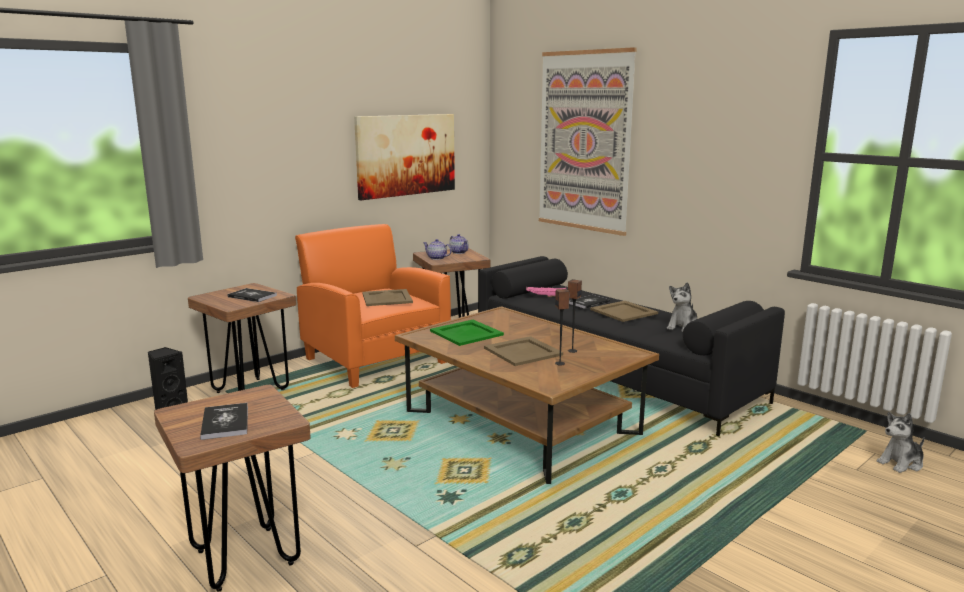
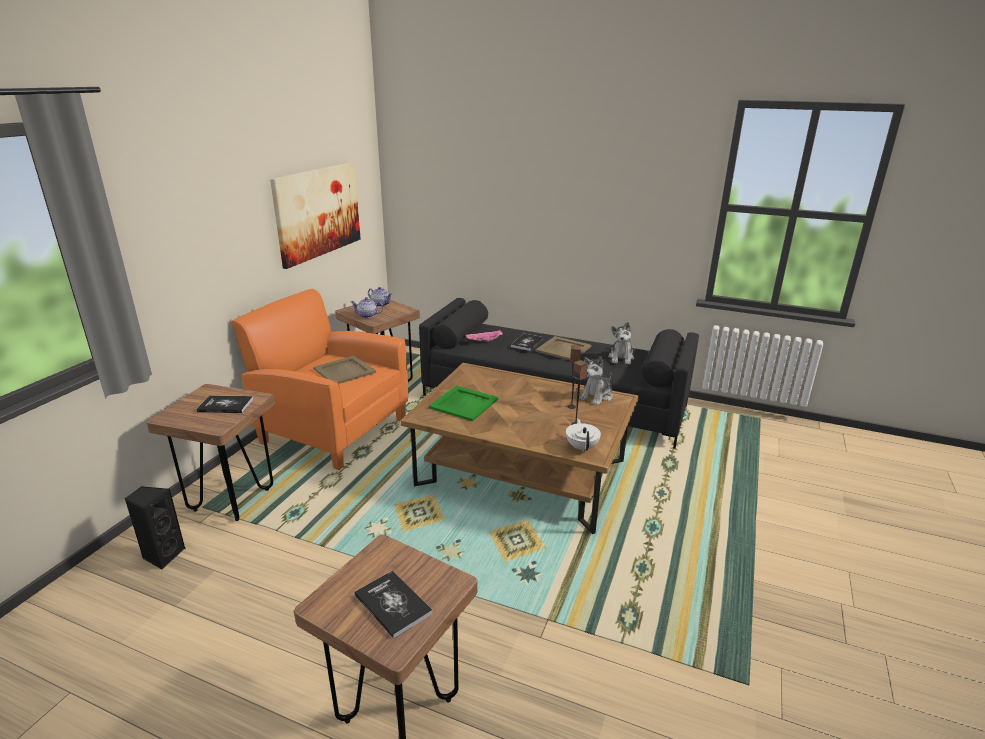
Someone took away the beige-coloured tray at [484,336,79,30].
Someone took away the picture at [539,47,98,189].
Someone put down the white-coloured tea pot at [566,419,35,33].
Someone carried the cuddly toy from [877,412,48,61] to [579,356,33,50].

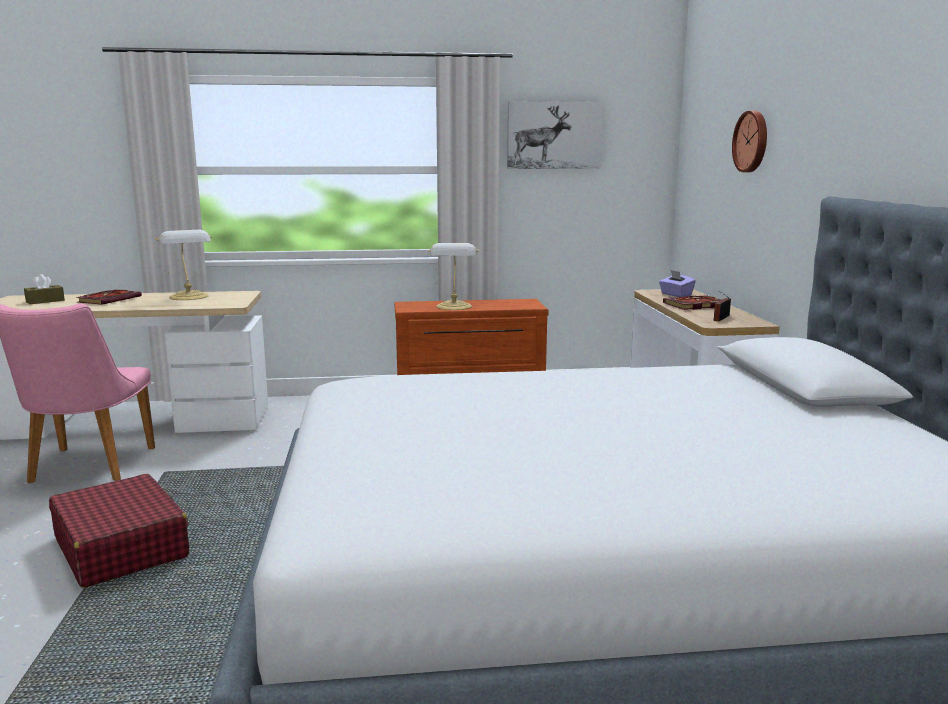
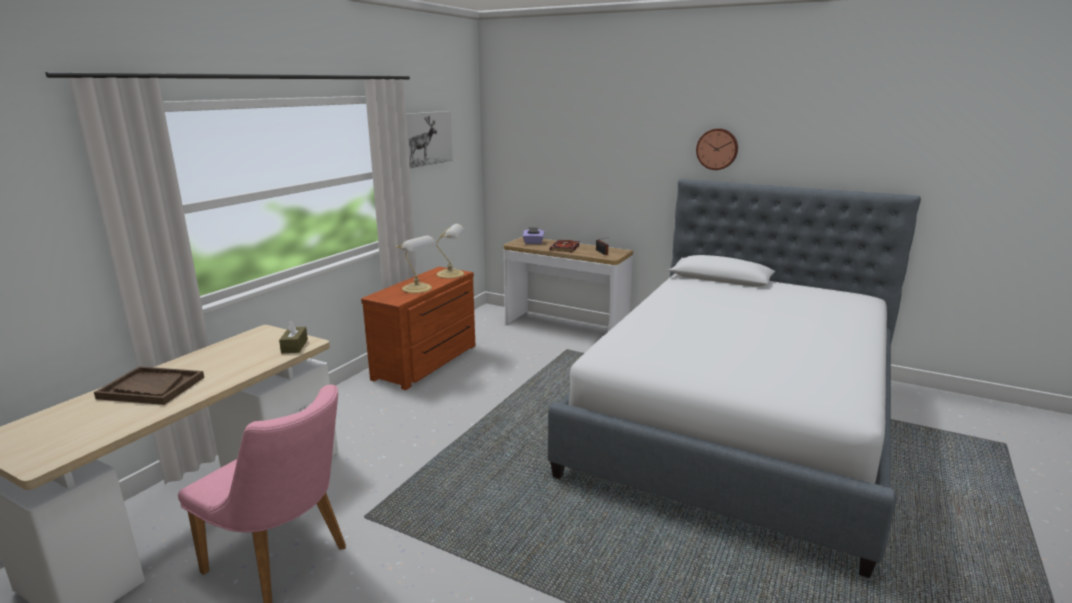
Someone took away the reddish travel case at [49,474,140,114].
Someone carried the brown-coloured tissue holder from [24,274,41,30] to [279,320,29,33].
Someone carried the lamp for a table from [155,230,57,70] to [436,224,30,54].
Someone carried the clock on the wall from [732,111,35,61] to [696,128,42,42].
Someone swapped the volume at [76,290,66,15] for the brown-coloured tray at [94,366,110,39].

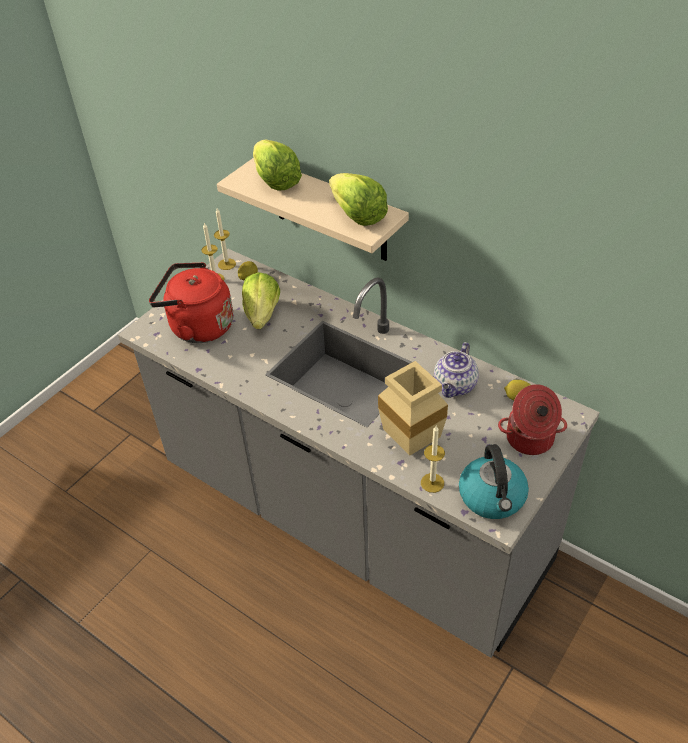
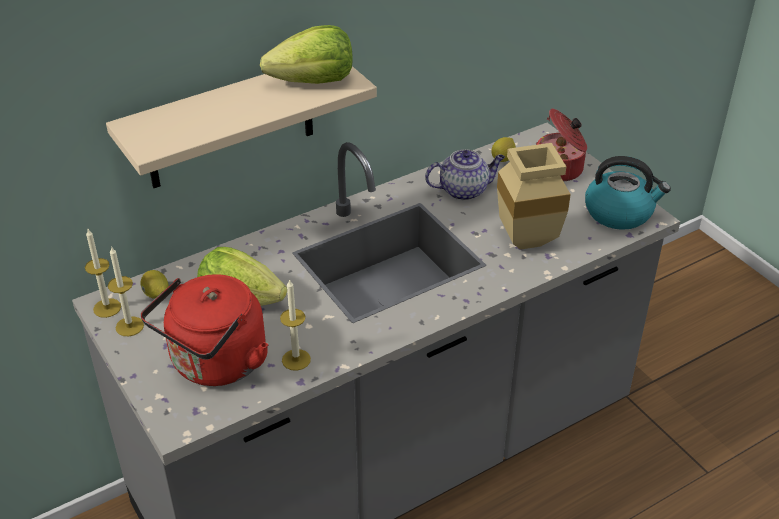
Someone took away the lettuce at [253,139,49,52].
Someone carried the candle from [421,426,24,67] to [280,279,31,92].
Someone rotated the tea pot at [434,342,45,56] by 60 degrees counterclockwise.

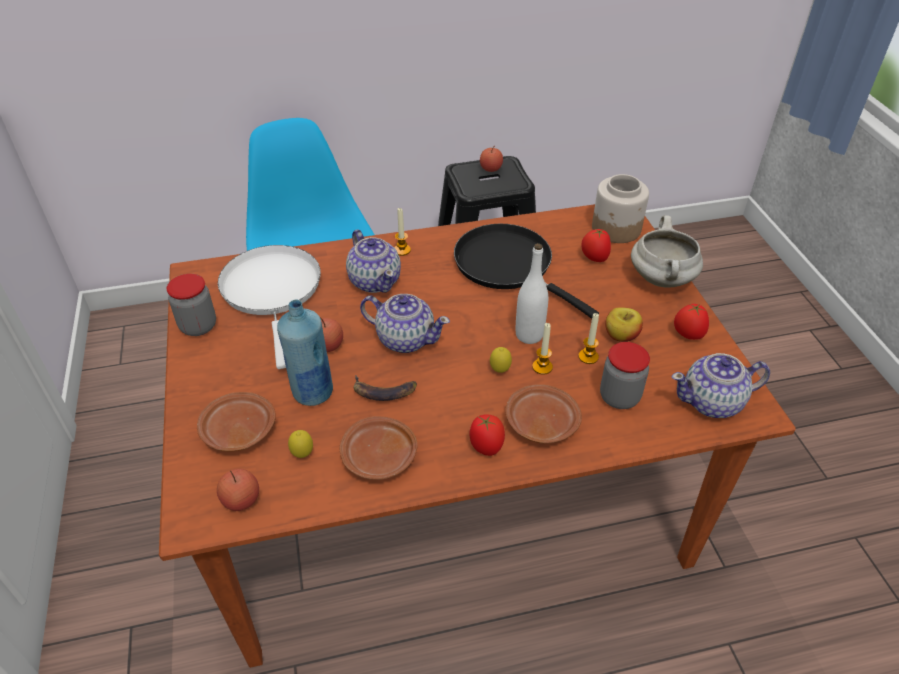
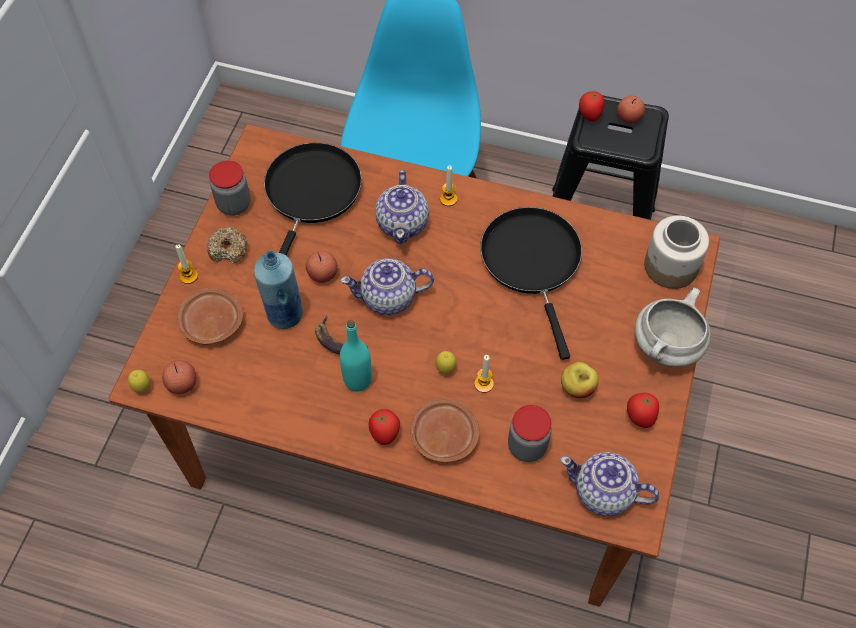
Someone took away the brown-coloured flat dish at [340,416,78,64].
Someone took away the white-coloured drink bottle at [516,243,32,101].
Someone put down the doughnut at [207,227,41,37].
Someone put down the turquoise drink bottle at [340,320,32,72].
Someone carried the whole lemon from [288,430,25,28] to [128,370,22,23].
Someone carried the candle from [578,313,21,51] to [175,244,23,40].
Someone carried the fresh tomato from [581,229,30,33] to [579,91,25,31].
Someone repainted the white-coloured skillet at [218,245,103,124], which became the black-coloured skillet at [264,143,98,113].
Someone rotated the tea pot at [360,294,90,59] by 120 degrees clockwise.

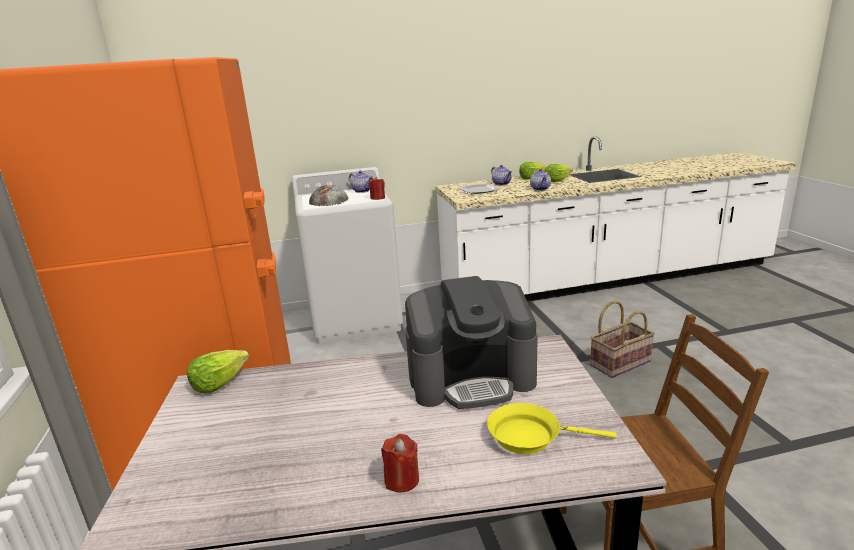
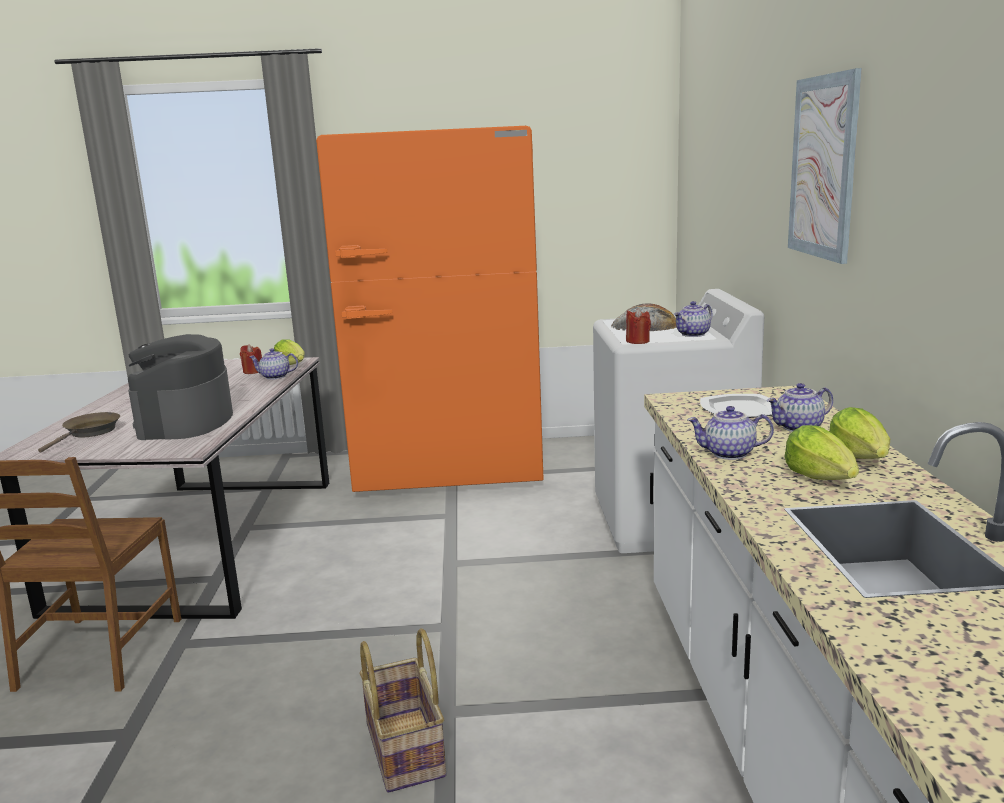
Someone put down the tea pot at [250,348,48,32].
Someone put up the picture at [788,68,74,196].
Someone carried the reddish candle from [381,434,38,59] to [240,344,22,30].
Someone repainted the yellow skillet at [487,403,130,51], which became the brown-coloured skillet at [38,412,82,41].

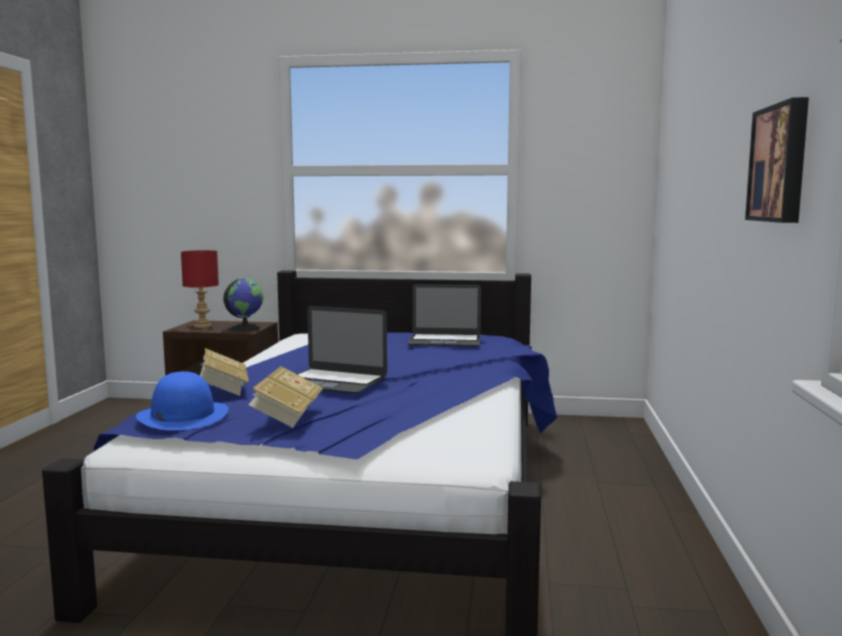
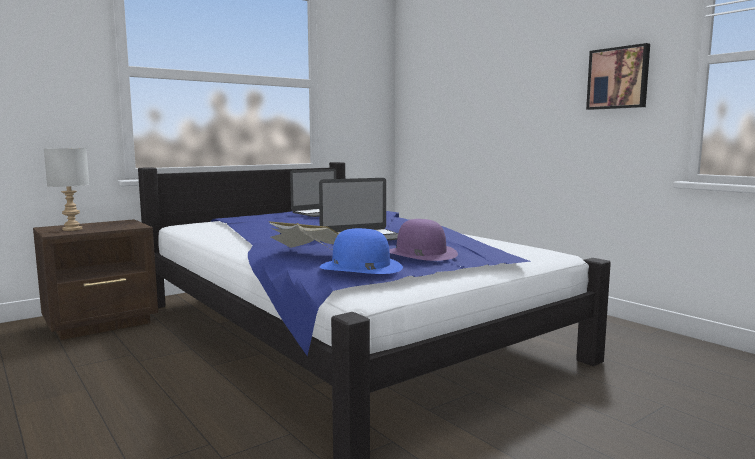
Someone took away the globe at [223,279,40,52].
Someone swapped the volume at [248,366,76,62] for the purplish wearable hat at [389,219,69,42].
Someone repainted the reddish lamp for a table at [181,250,38,78], which became the gray lamp for a table at [44,148,45,83].

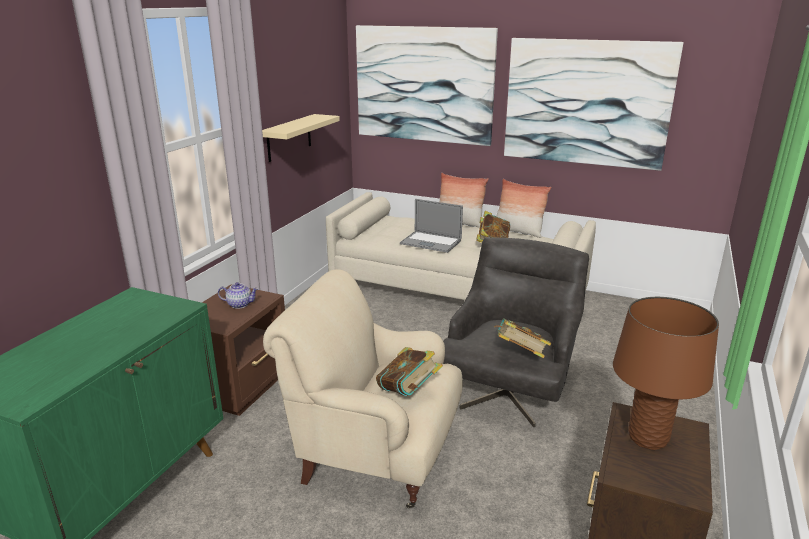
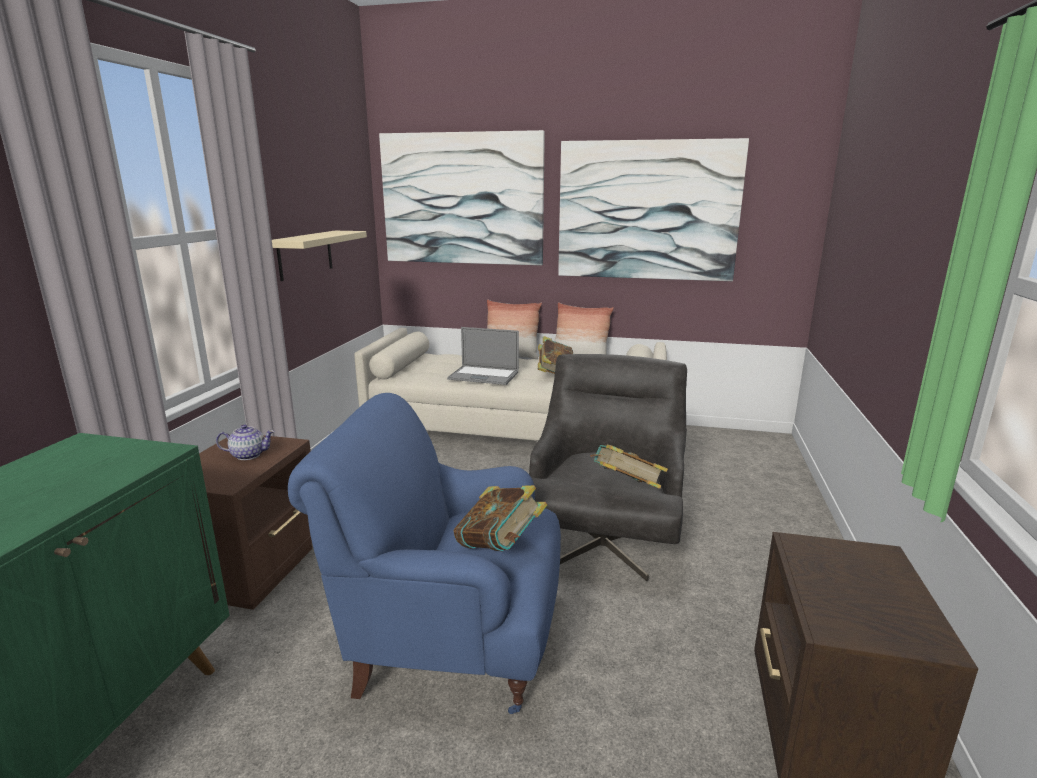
Someone took away the brown-coloured lamp for a table at [613,297,106,153].
Someone repainted the beige-coloured armchair at [263,269,200,239], which became the blue armchair at [288,393,273,321].

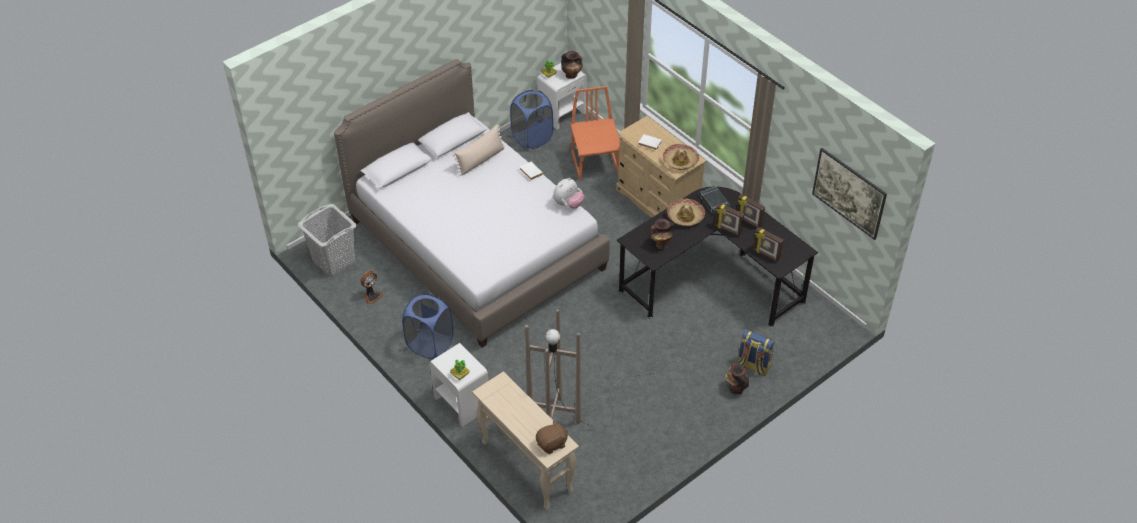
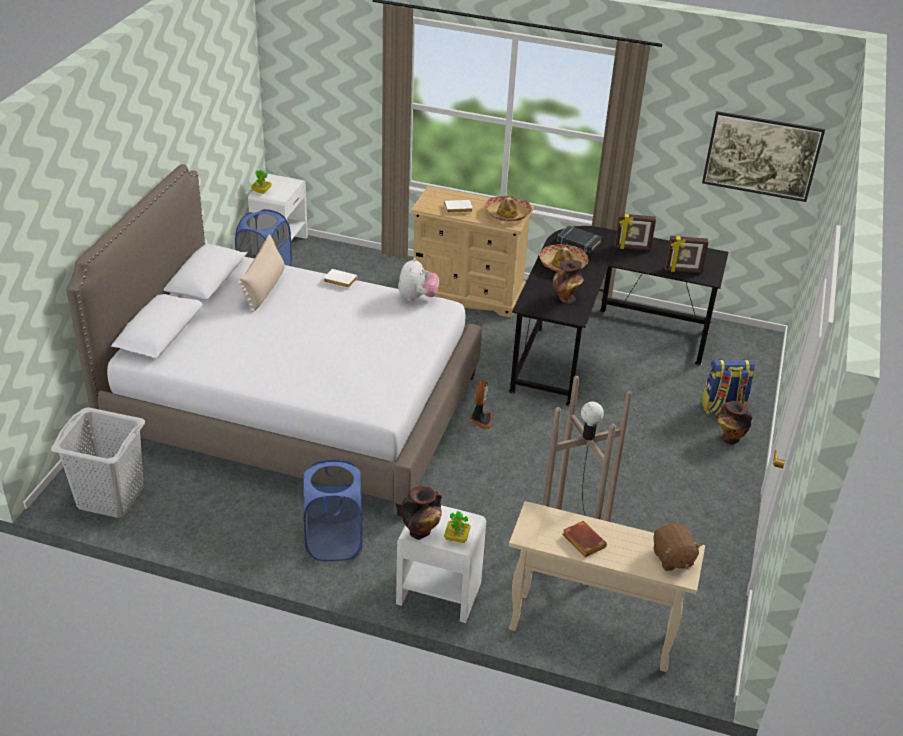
Someone took away the orangey plain chair at [570,86,50,95].
Someone took away the photo frame at [714,203,30,33].
Someone put down the brown-coloured volume at [562,521,45,36].
Someone carried the cooling fan from [360,271,24,34] to [470,381,24,49].
Someone carried the vase from [561,51,22,28] to [401,486,41,54].
Someone rotated the brown-coloured cuddly toy at [536,420,32,34] by 135 degrees clockwise.

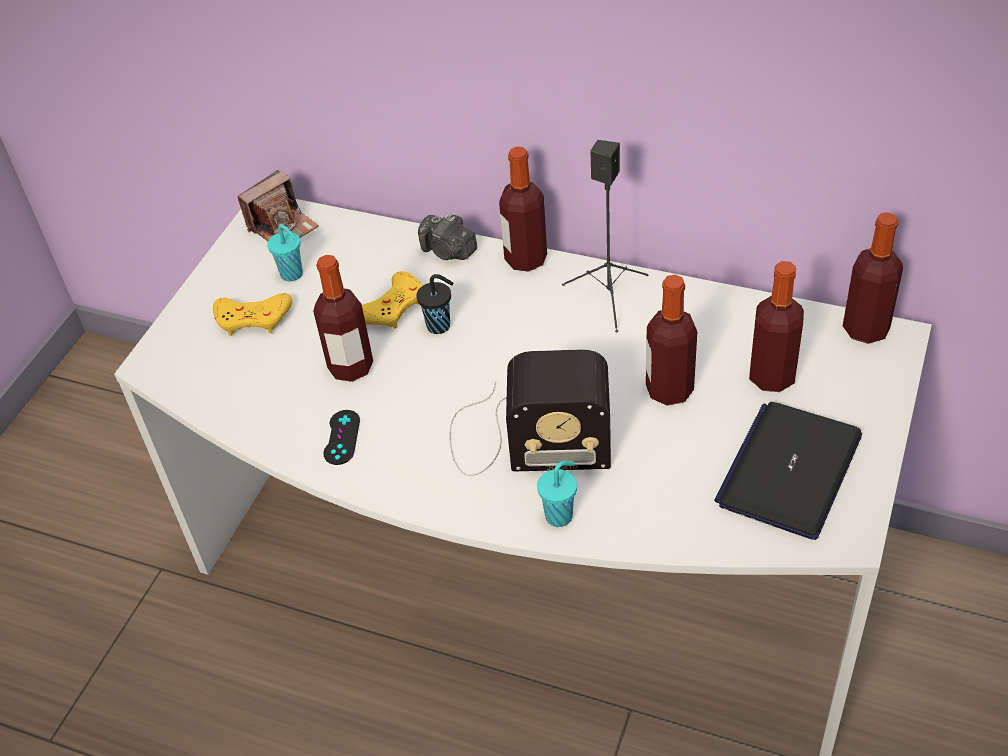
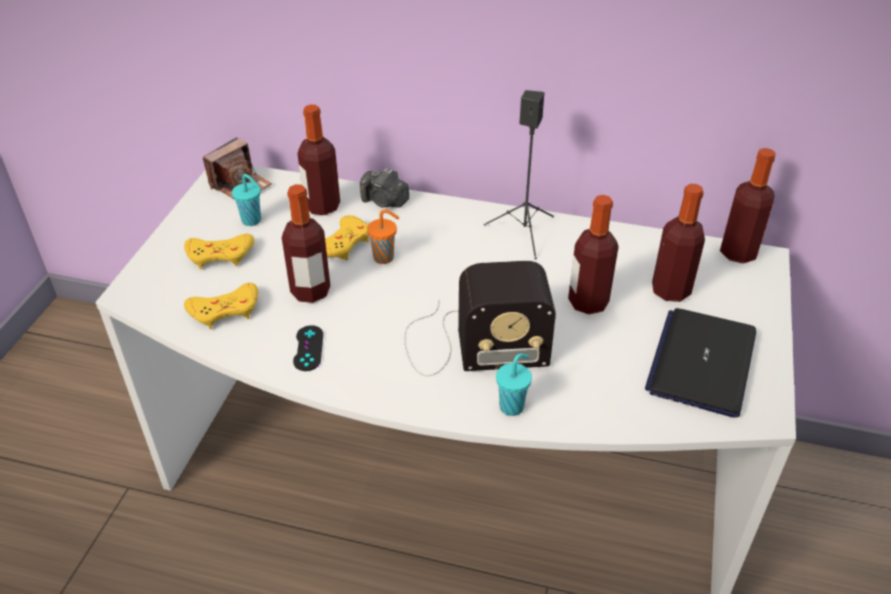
Someone put down the yellow game controller at [184,283,74,46].
Someone carried the drink bottle from [499,147,48,125] to [298,104,42,111].
Someone repainted the black-coloured cup at [416,274,37,60], which became the orangey cup at [367,209,32,55].

